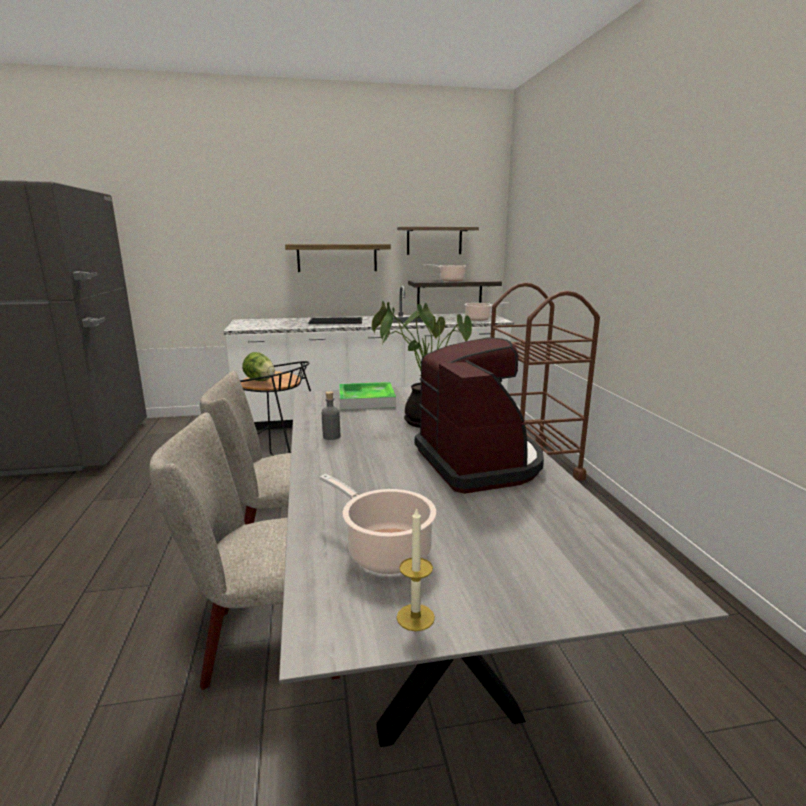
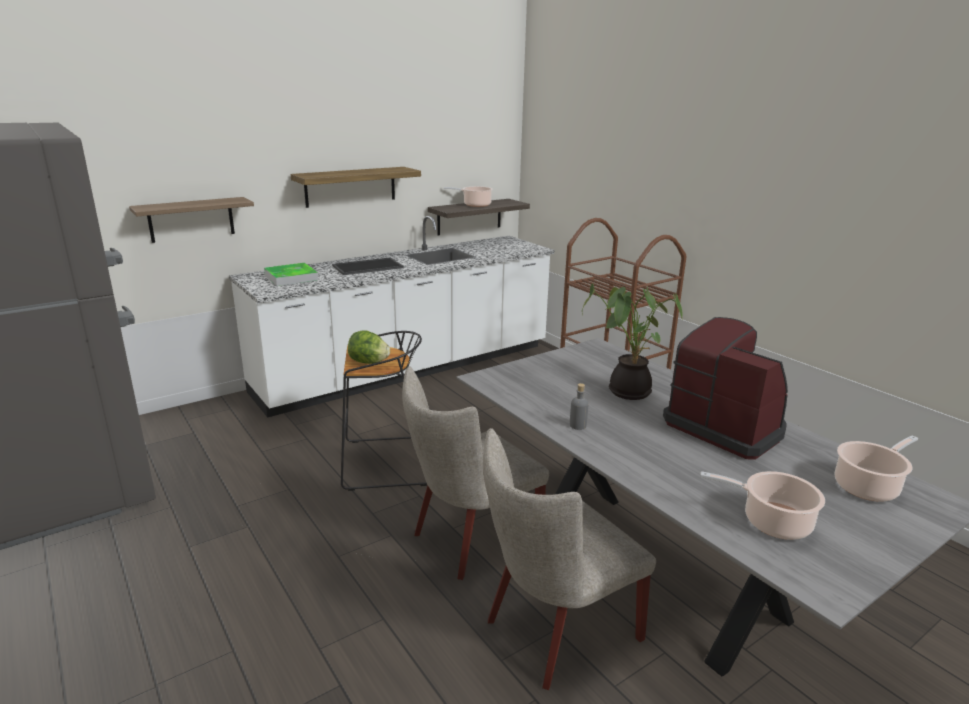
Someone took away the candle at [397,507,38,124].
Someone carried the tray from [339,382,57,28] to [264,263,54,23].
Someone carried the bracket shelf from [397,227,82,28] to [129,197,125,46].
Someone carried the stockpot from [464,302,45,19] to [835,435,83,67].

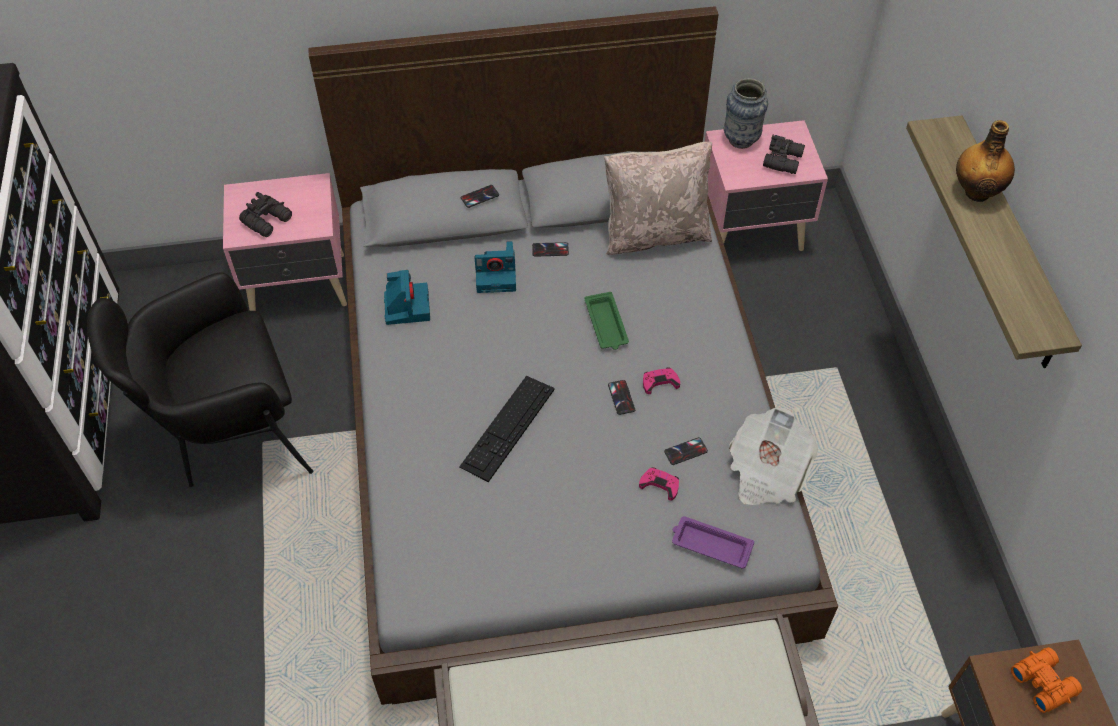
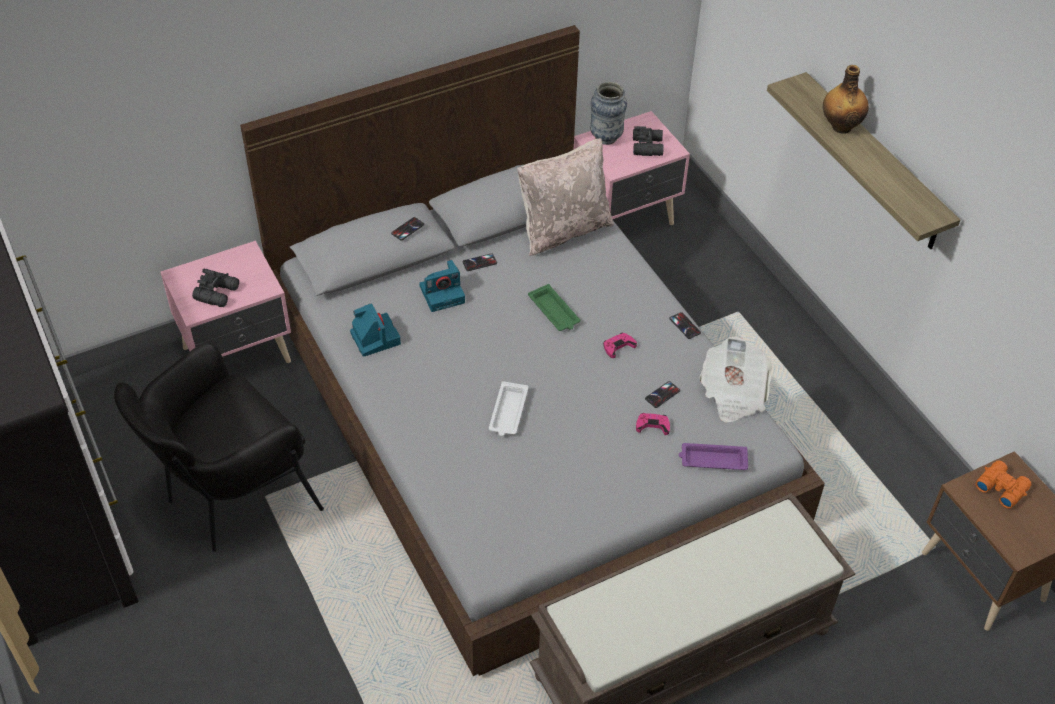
Someone carried the telephone from [608,380,27,35] to [670,312,31,27].
Someone swapped the keyboard at [459,376,96,106] for the white-coloured tray at [489,381,39,55].

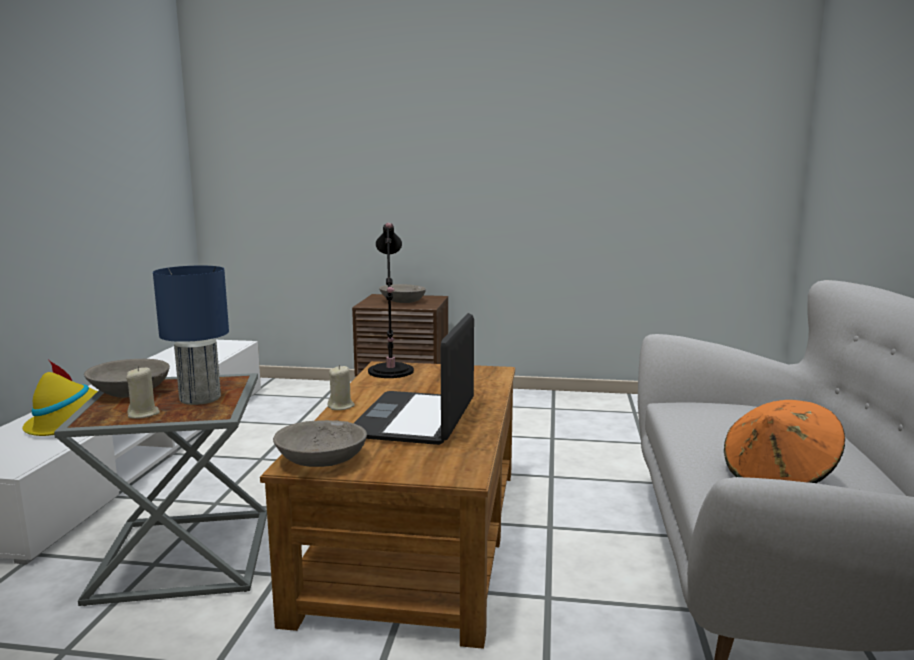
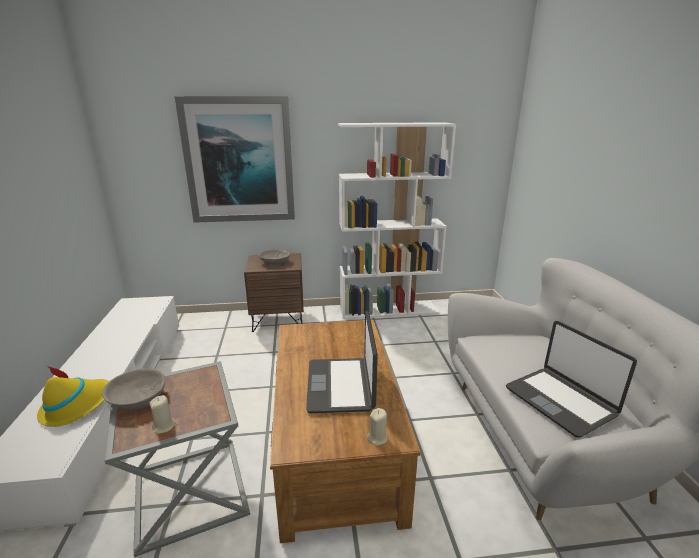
Someone took away the blue lamp for a table at [153,266,76,139].
Someone took away the gray bowl at [273,420,94,47].
Someone took away the black-coloured lamp for a table at [368,223,46,155].
Someone put up the picture at [175,96,120,127].
Someone put down the white-coloured bookshelf at [338,122,118,197].
Someone carried the beige-coloured candle from [327,365,28,45] to [367,408,21,37].
Someone swapped the orangey wearable hat at [724,400,121,83] for the laptop at [506,321,131,117].

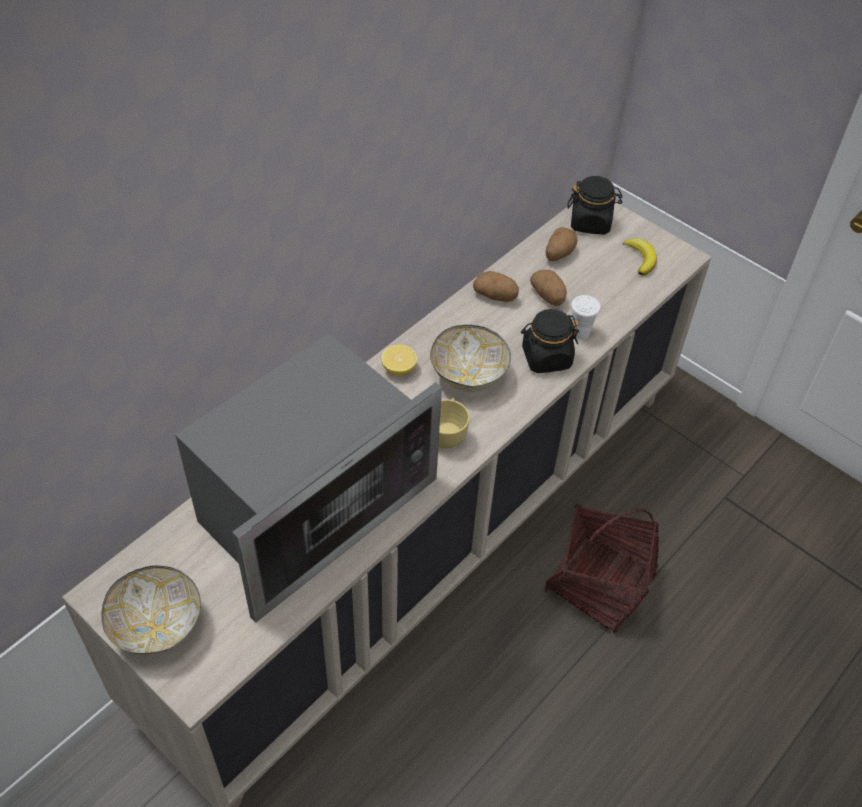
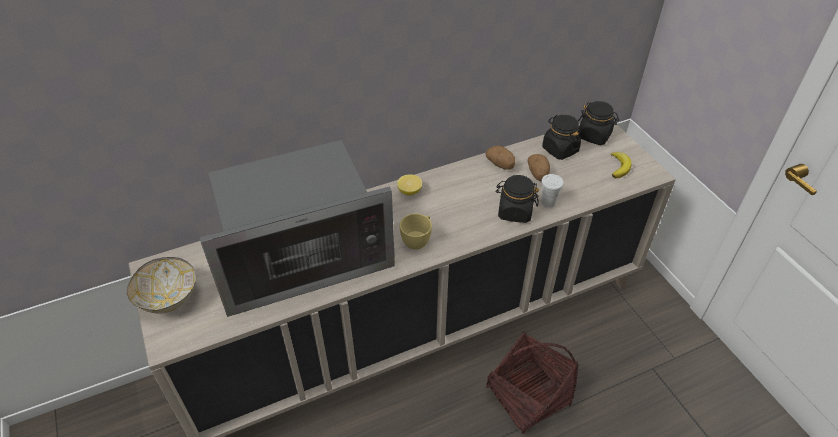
Someone took away the bowl at [430,325,81,67].
Someone swapped the potato at [545,227,32,34] for the black-coloured jar at [542,115,39,45].

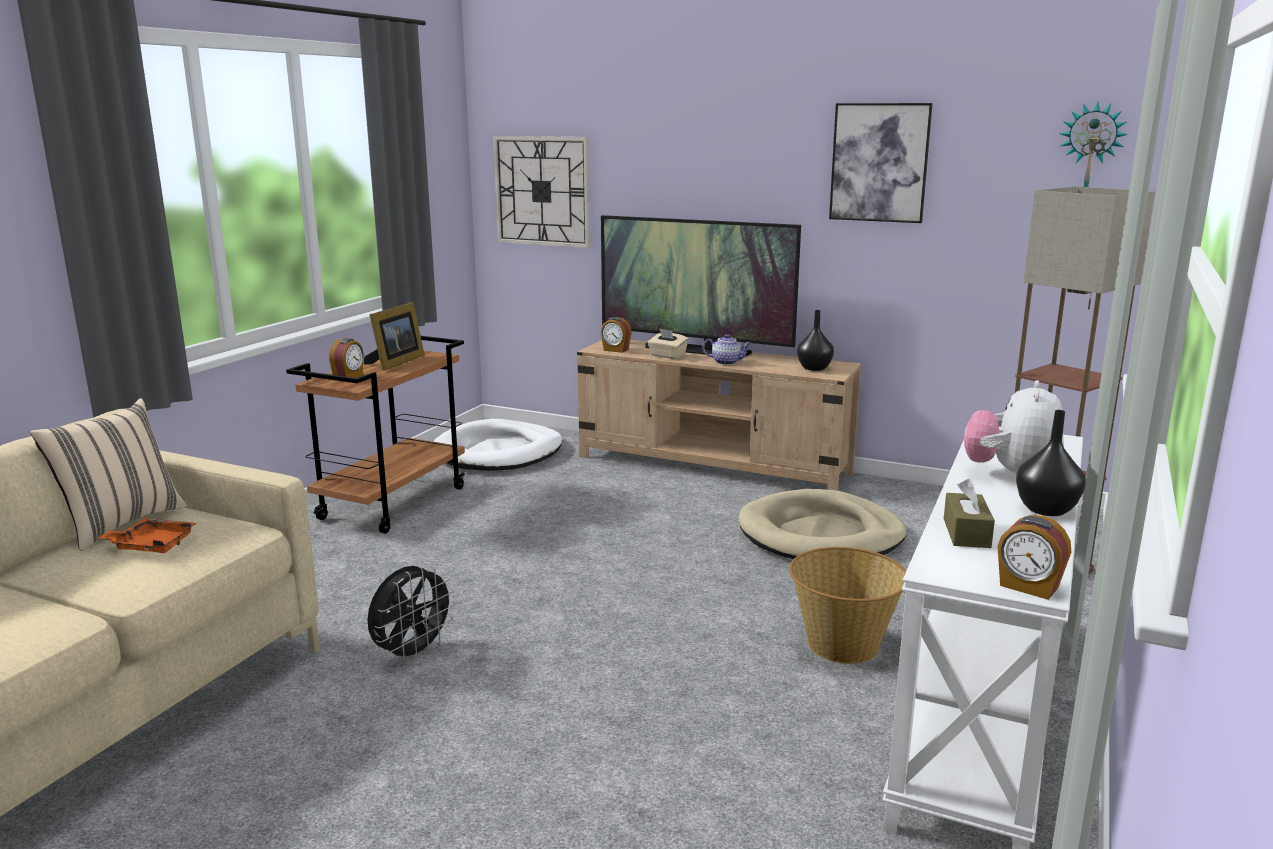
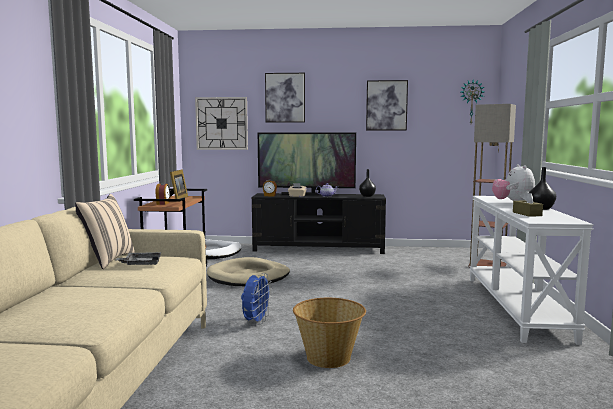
Someone took away the bedside clock at [997,515,74,85].
Someone put up the picture at [265,73,40,49].
Someone carried the beige-coloured pet bed from [739,489,168,70] to [207,257,83,29].
Someone carried the household basket from [789,547,118,117] to [293,298,73,70].
Someone repainted the orangey tray at [98,518,99,35], which became the gray tray at [116,252,46,13].
Someone repainted the black-coloured cooling fan at [368,565,88,99], which became the blue cooling fan at [241,273,32,52].
Someone repainted the beige-coloured media console at [577,340,285,151], which became the black-coloured media console at [251,193,135,61].

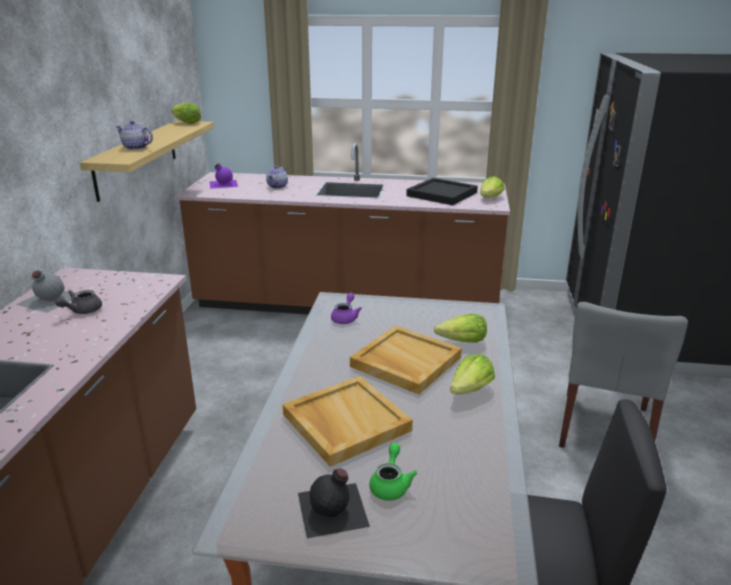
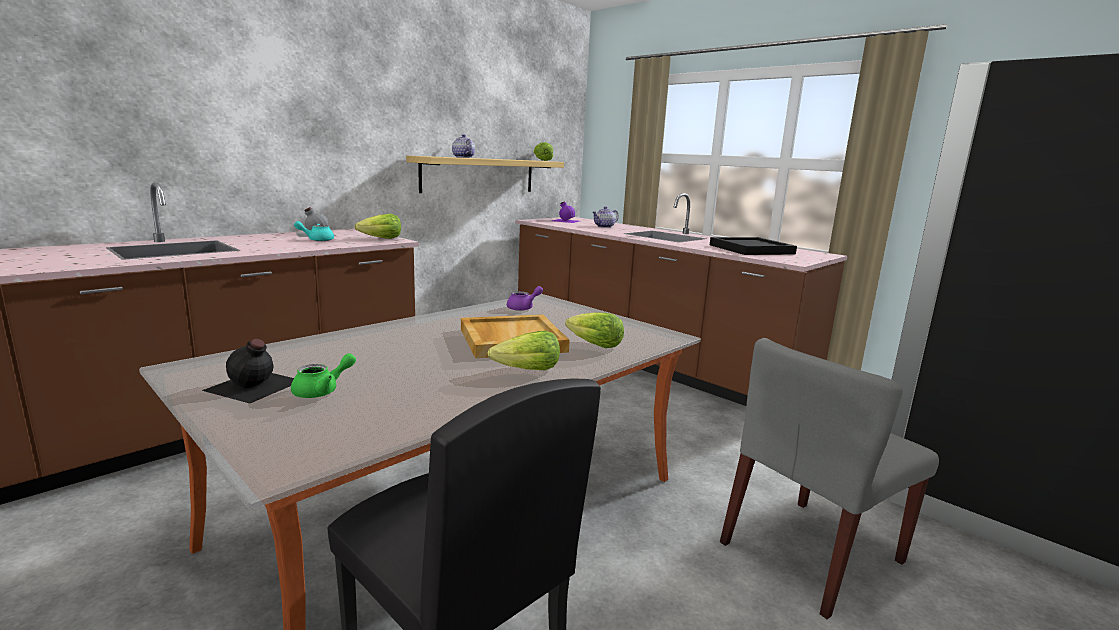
Someone took away the beige-coloured tray at [282,376,131,91].
Someone carried the lettuce from [480,176,25,22] to [354,214,47,25].
Someone repainted the gray tea pot at [55,290,47,24], which became the turquoise tea pot at [294,221,40,20].

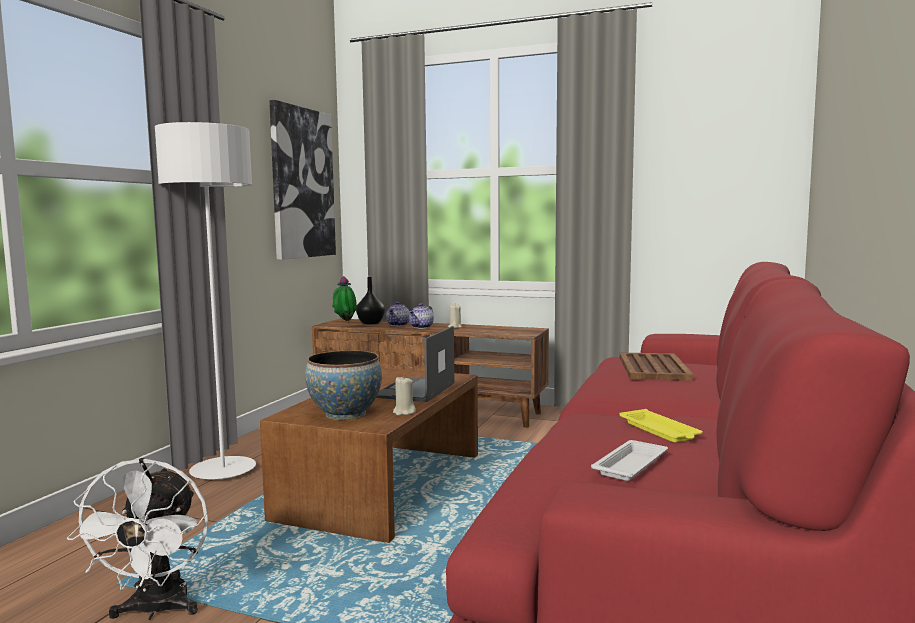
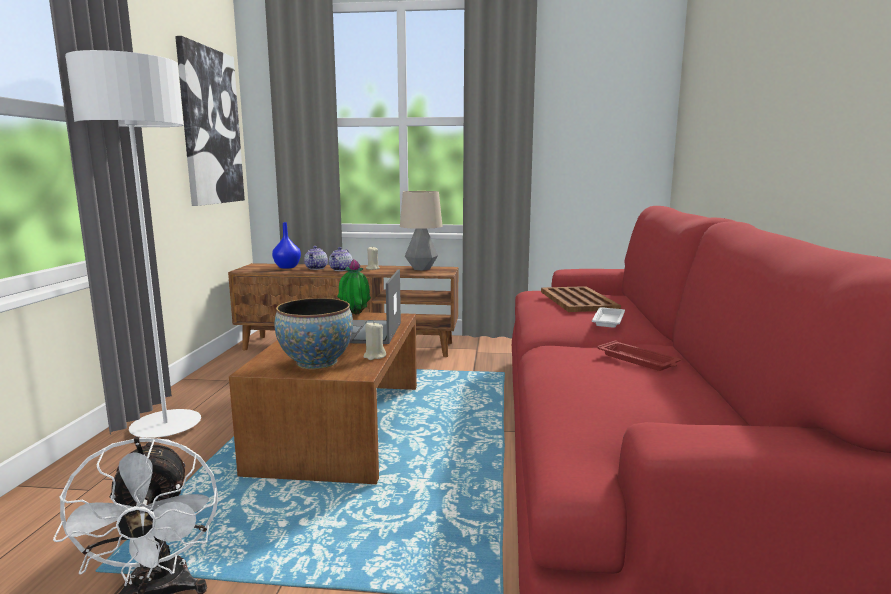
Someone put down the lamp for a table at [400,191,43,80].
Someone carried the plant in a pot from [332,276,25,45] to [337,259,34,55].
Someone carried the white-coloured tray from [591,440,77,41] to [592,307,33,21].
Someone repainted the black-coloured vase at [356,277,29,47], which became the blue vase at [272,222,29,47].
Someone repainted the yellow tray at [619,409,84,33], which became the reddish tray at [597,340,84,31].

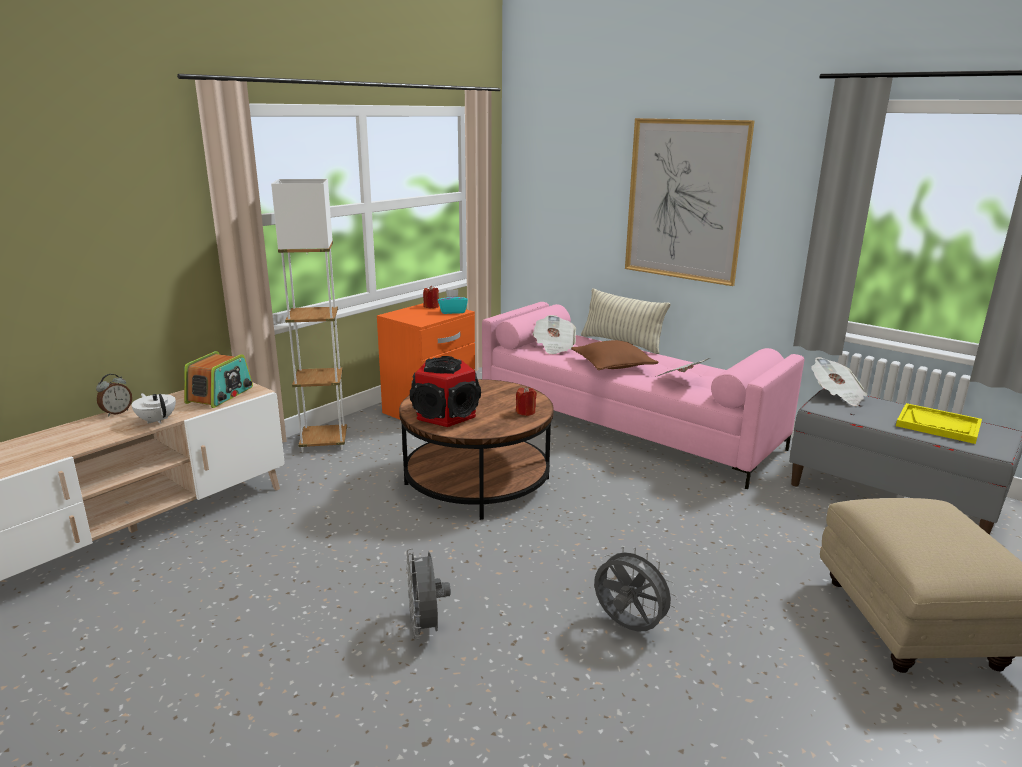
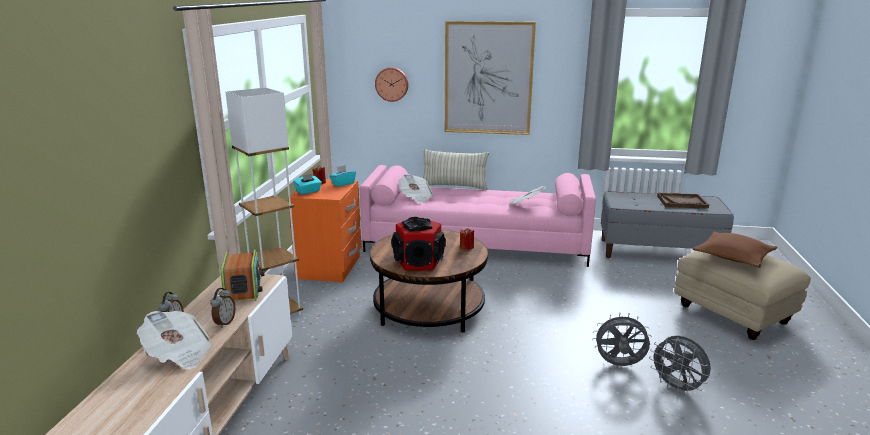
Someone put down the turquoise tissue holder at [293,174,29,21].
Someone put up the clock on the wall at [375,67,33,35].
Someone carried the gray cooling fan from [406,548,45,91] to [649,336,62,59].
Someone carried the brown-coloured cushion from [571,340,88,30] to [693,231,84,37].
Someone carried the daily paper from [811,357,56,49] to [137,311,76,59].
Someone swapped the white-coloured tea pot at [131,393,45,31] for the bedside clock at [210,288,26,40].
Someone repainted the yellow tray at [896,403,86,41], which became the brown-coloured tray at [657,193,52,16].

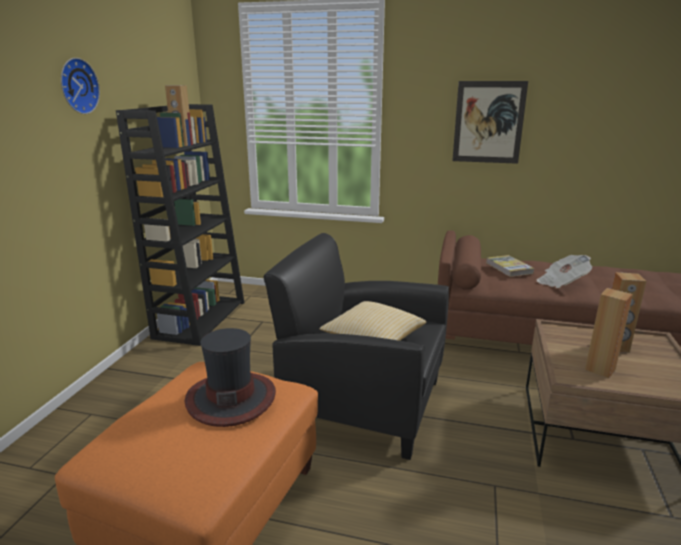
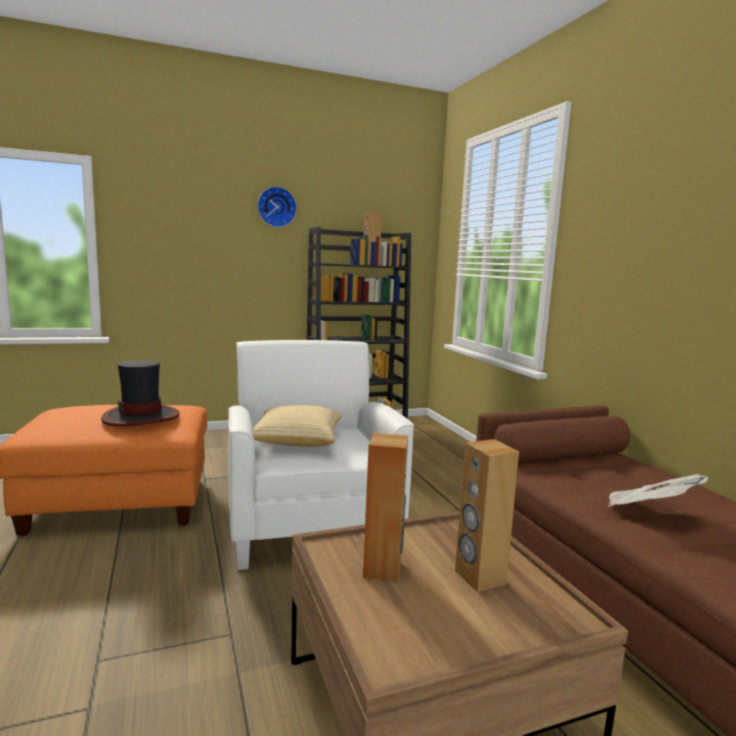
Someone took away the picture at [452,81,76,83].
Someone took away the volume at [486,255,48,22].
Someone repainted the black-coloured armchair at [264,233,185,227], which became the white-coloured armchair at [229,340,185,230].

